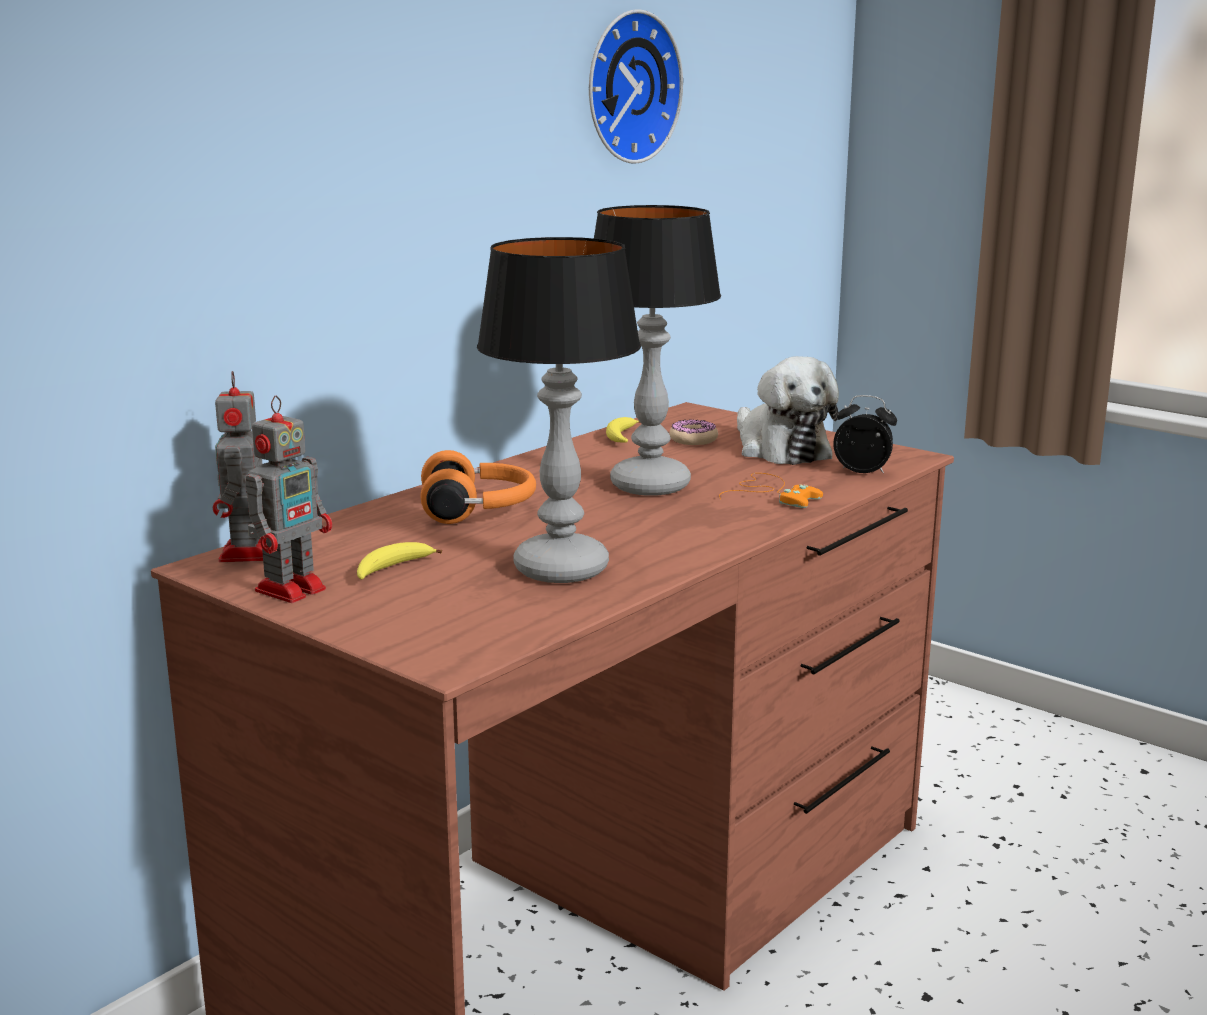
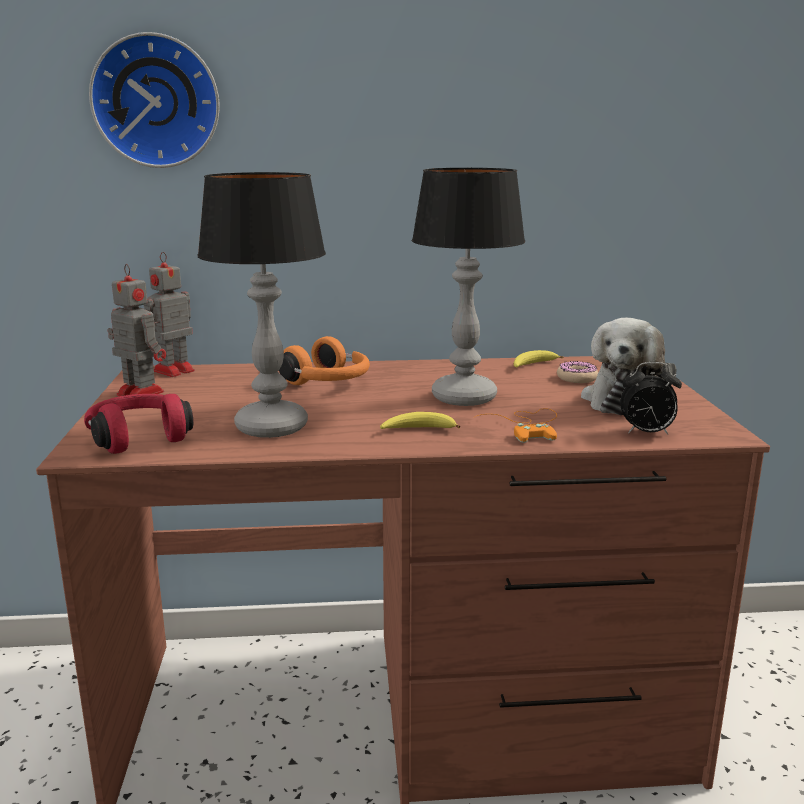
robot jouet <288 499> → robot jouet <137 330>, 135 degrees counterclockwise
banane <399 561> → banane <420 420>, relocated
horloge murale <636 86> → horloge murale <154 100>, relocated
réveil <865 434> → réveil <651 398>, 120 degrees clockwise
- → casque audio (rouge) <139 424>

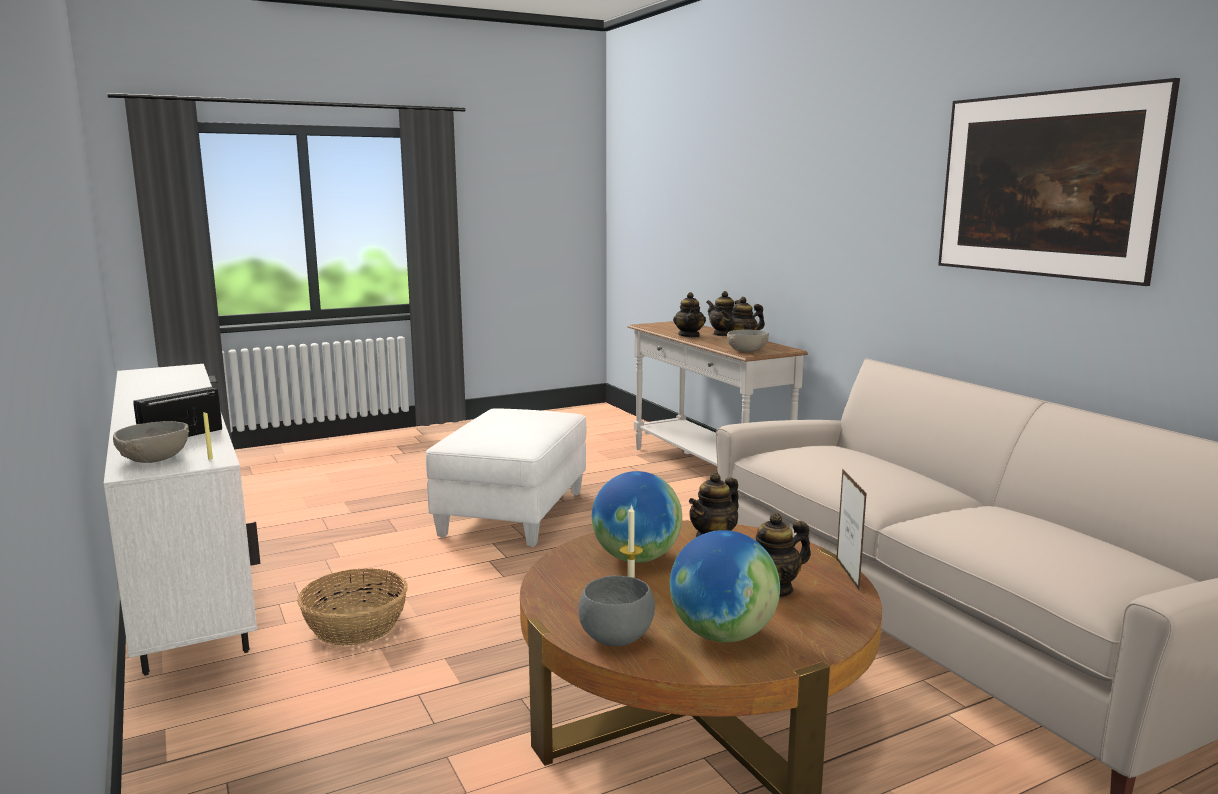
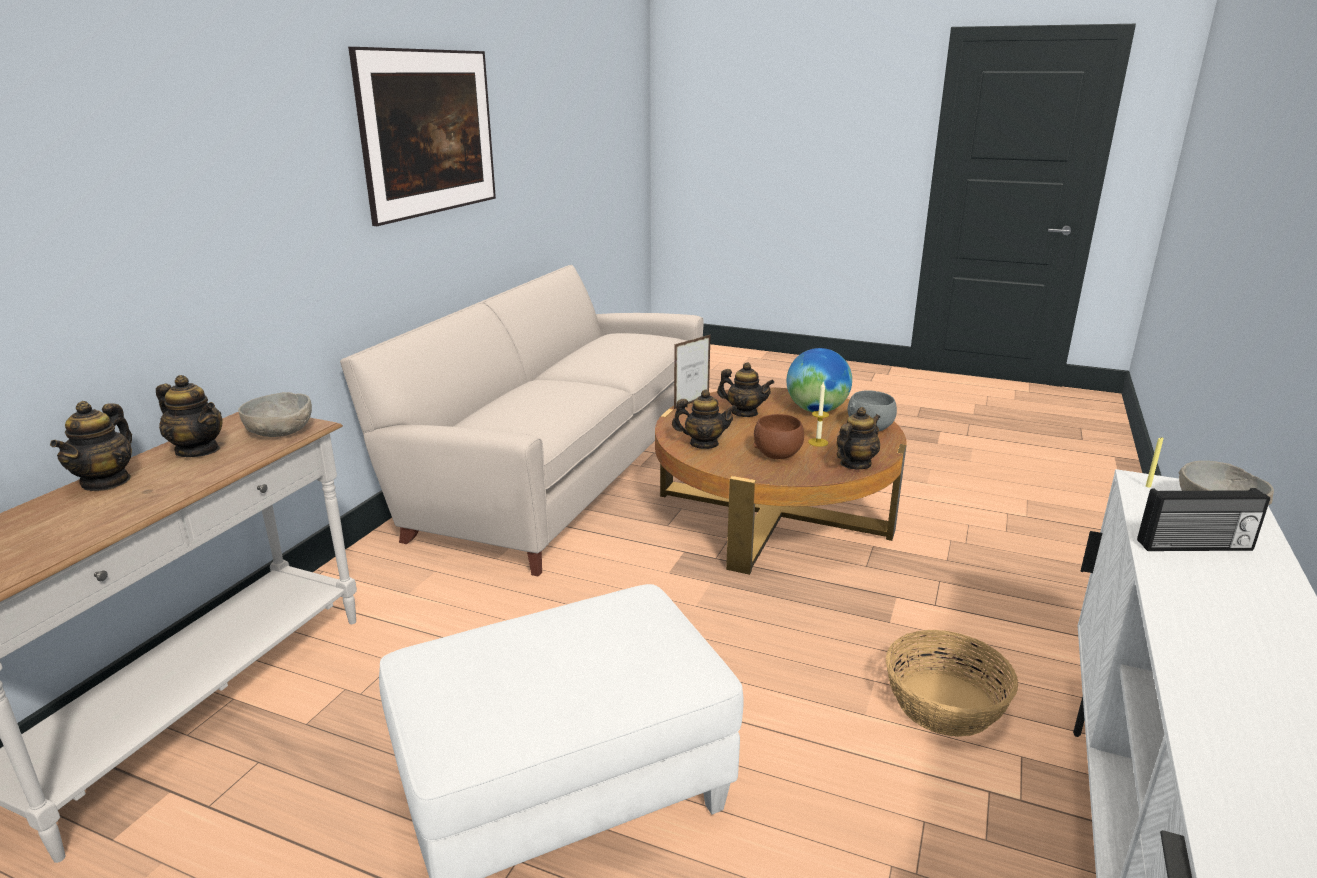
globe <637 517> → bol (marron) <778 436>
théière <689 314> → théière <858 438>, relocated

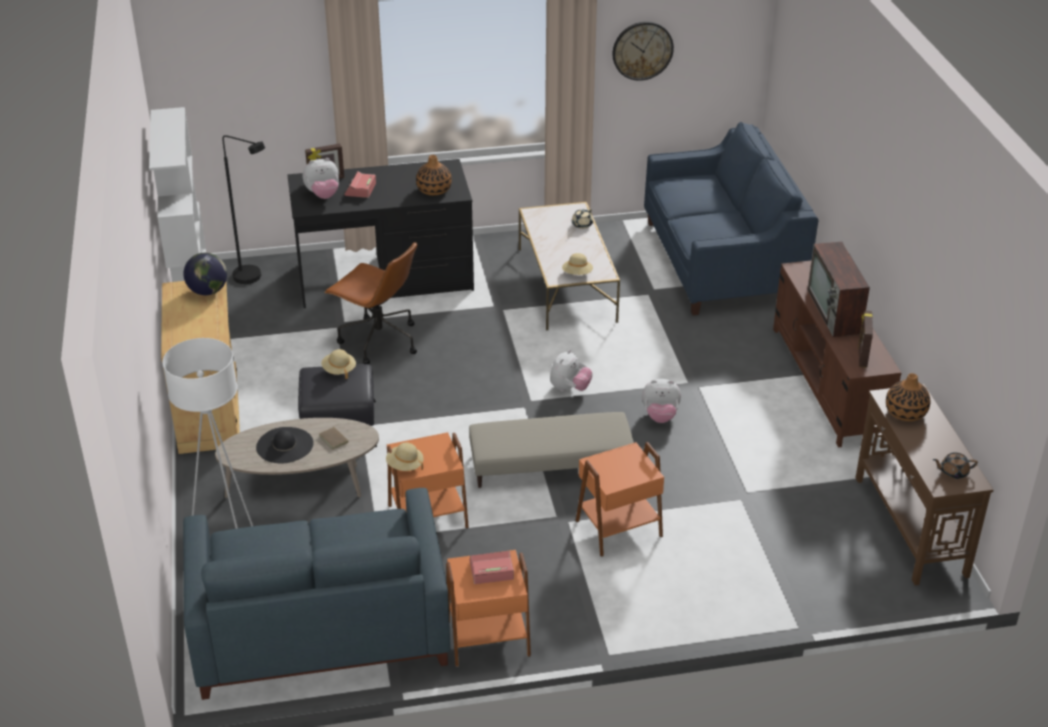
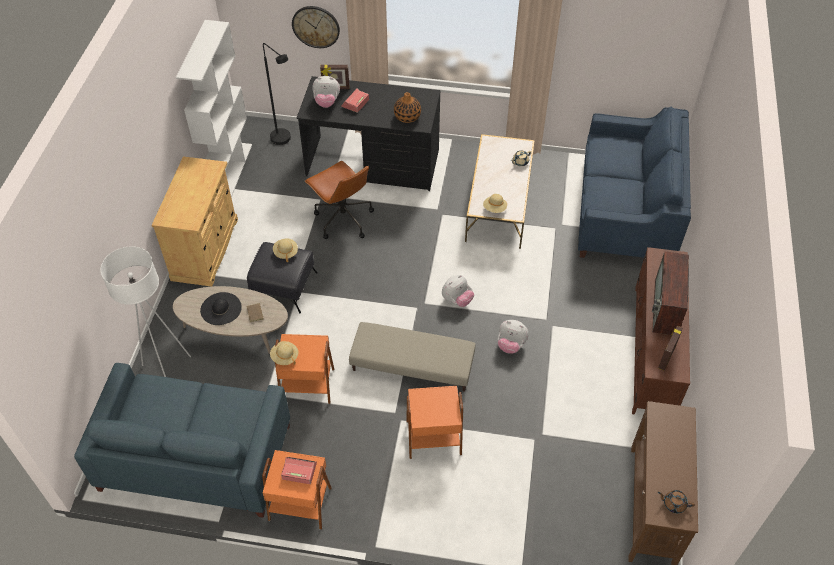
globe <205 274> → -
horloge murale <643 51> → horloge murale <316 27>, relocated
vase <908 397> → -

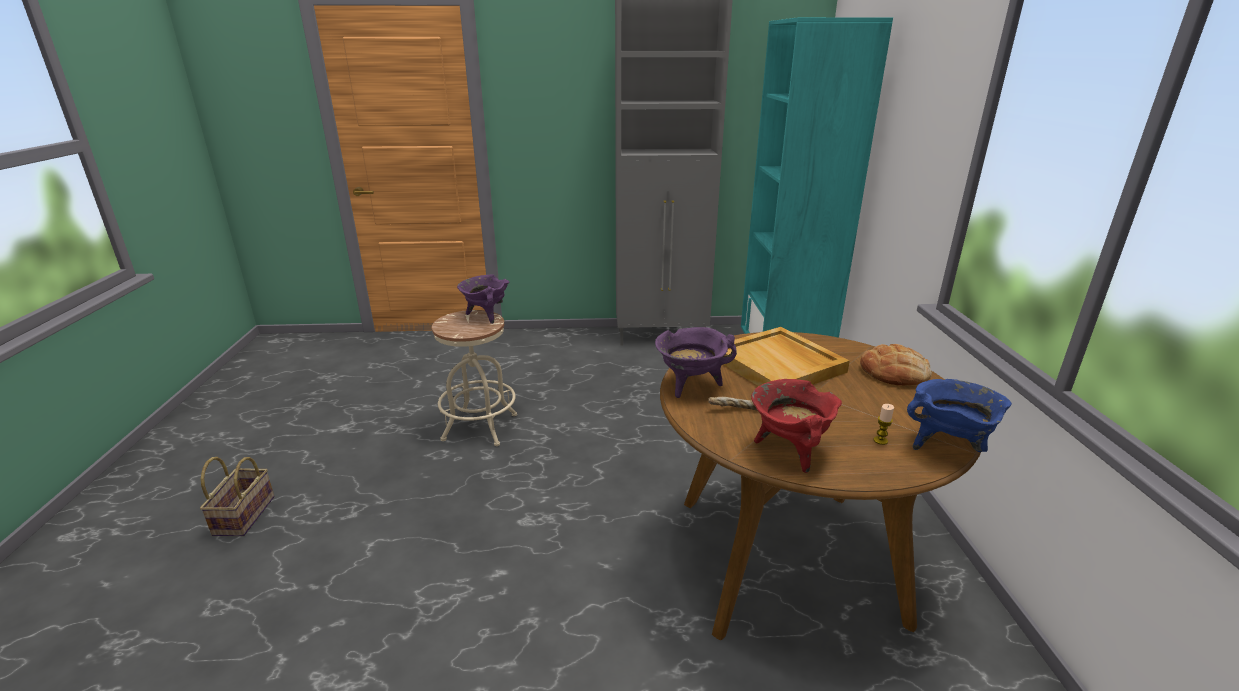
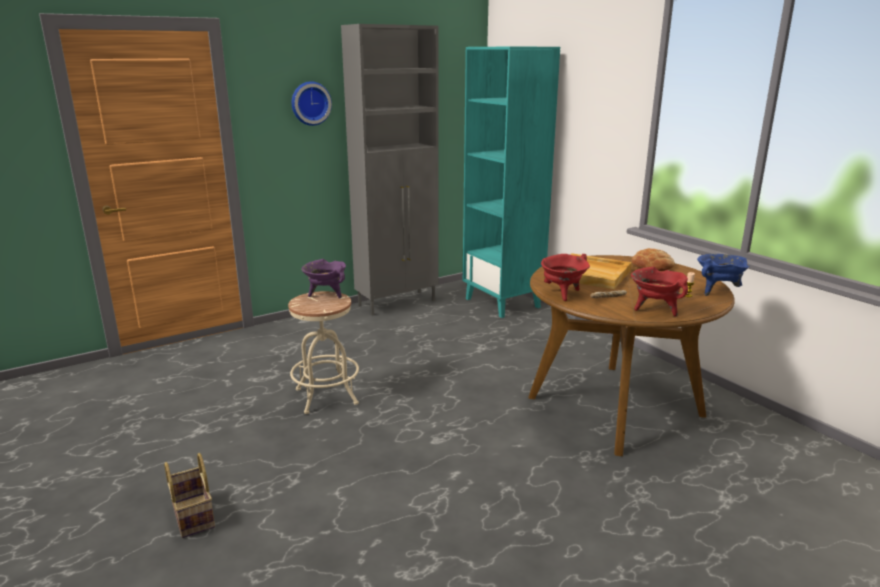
marmite (violet) <696 362> → marmite (rouge) <565 277>
- → horloge murale <312 103>

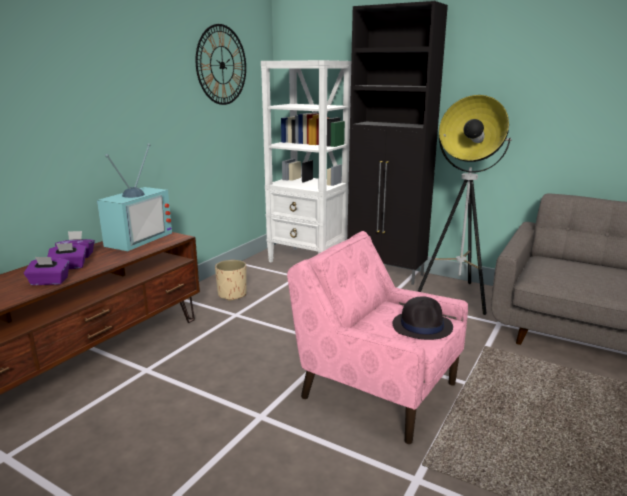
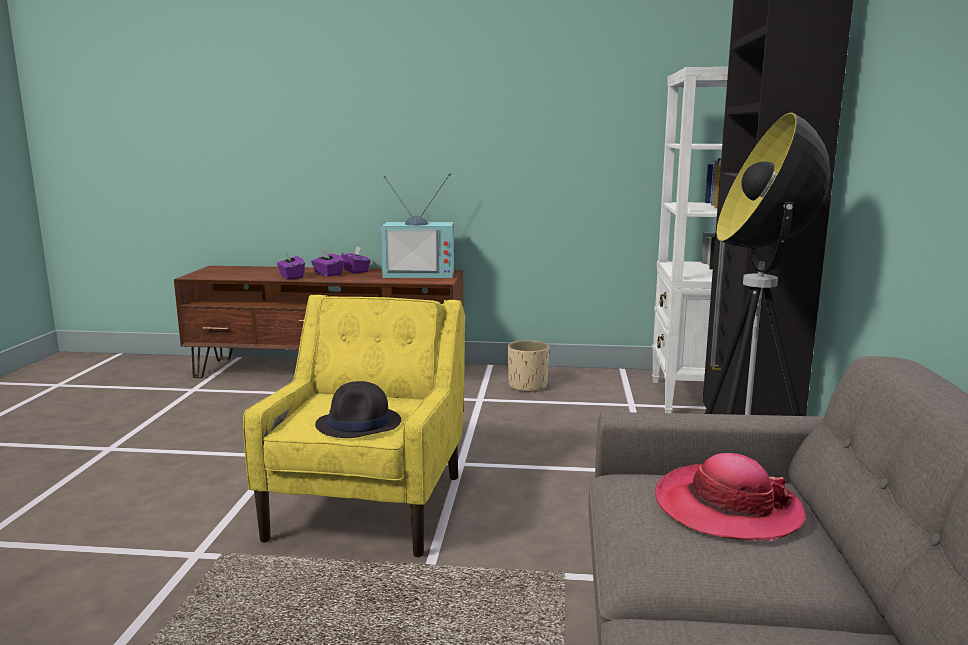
horloge murale <221 64> → -
fauteuil (rose) <377 337> → fauteuil (jaune) <354 426>
- → chapeau <731 497>

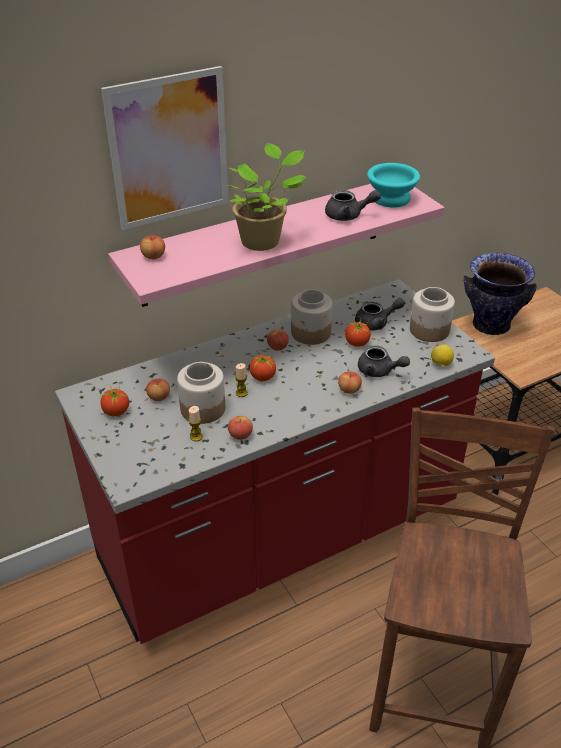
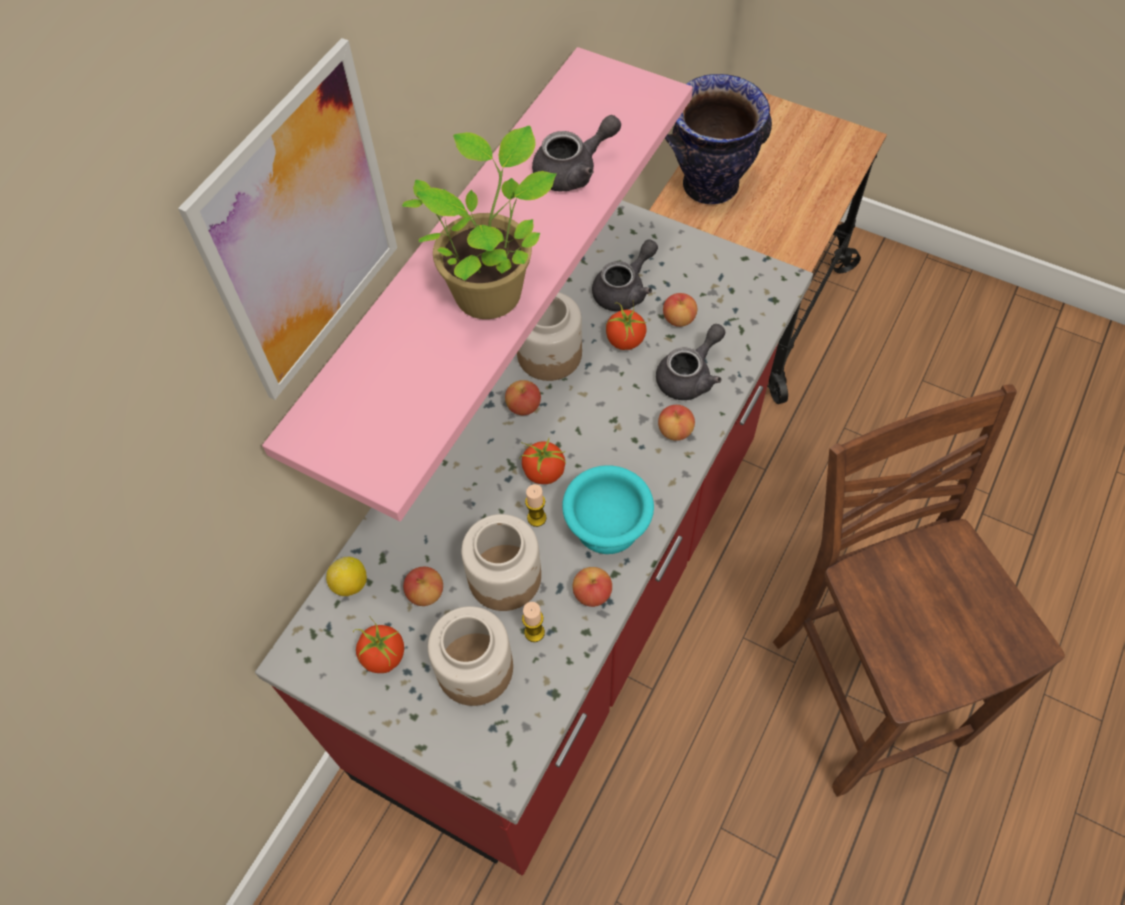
pomme <152 247> → pomme <680 310>, relocated
théière (gris) <384 361> → théière (gris) <690 362>, 45 degrees counterclockwise
bol (turquoise) <393 185> → bol (turquoise) <608 509>, relocated
bocal <432 314> → bocal <470 656>, relocated
citron <442 355> → citron <346 576>, relocated

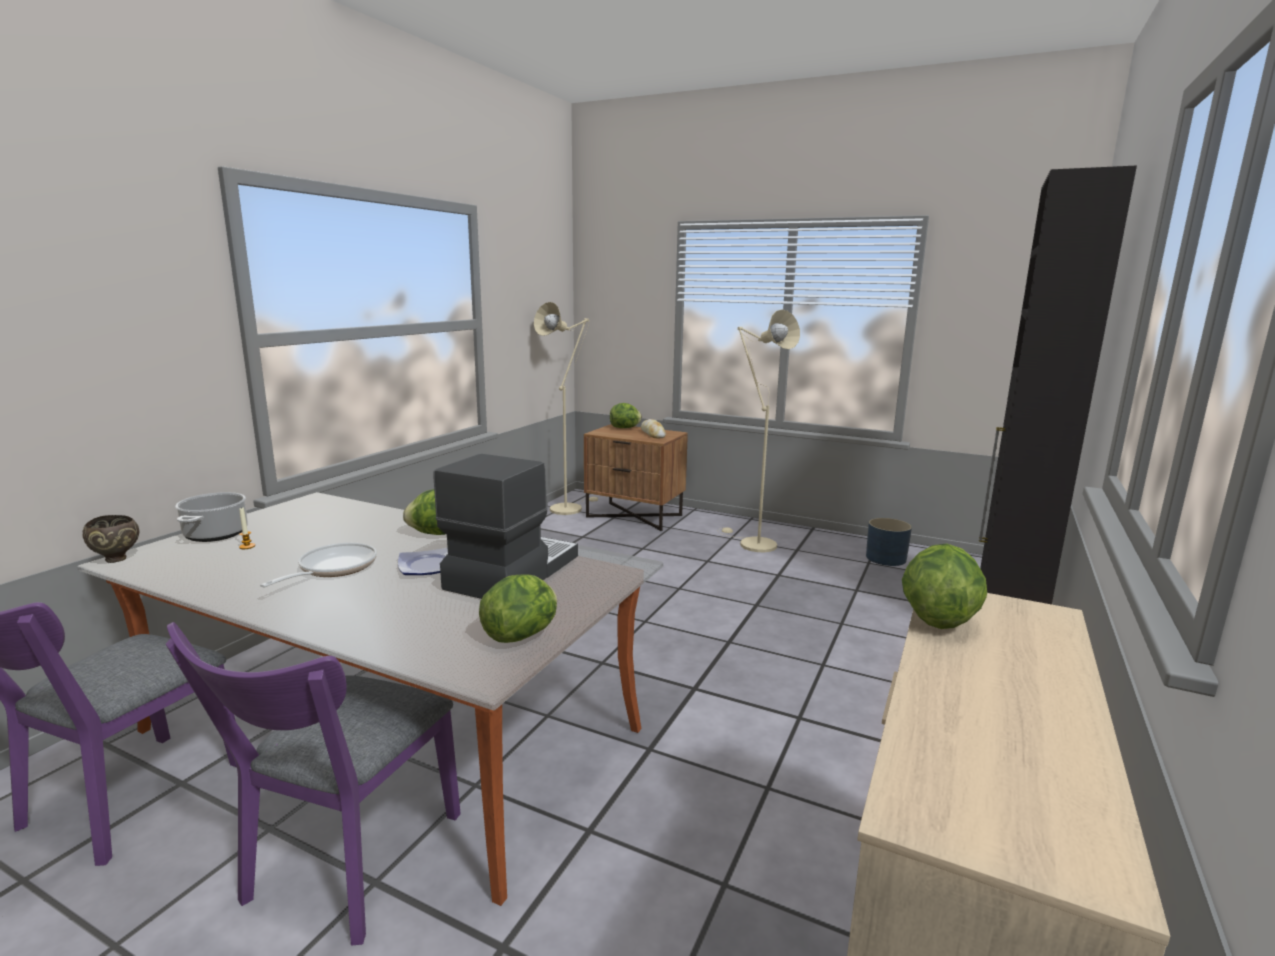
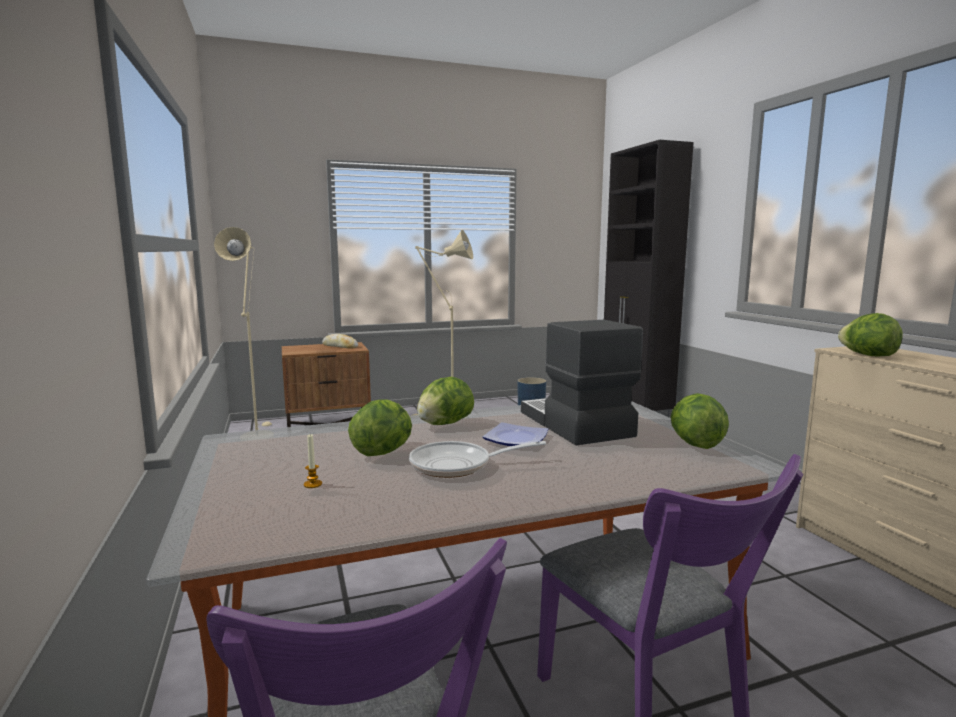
bol (marron) <111 539> → -
marmite <211 517> → -
poêle <318 565> → poêle <477 459>, 75 degrees counterclockwise
laitue <626 415> → laitue <380 427>, relocated

